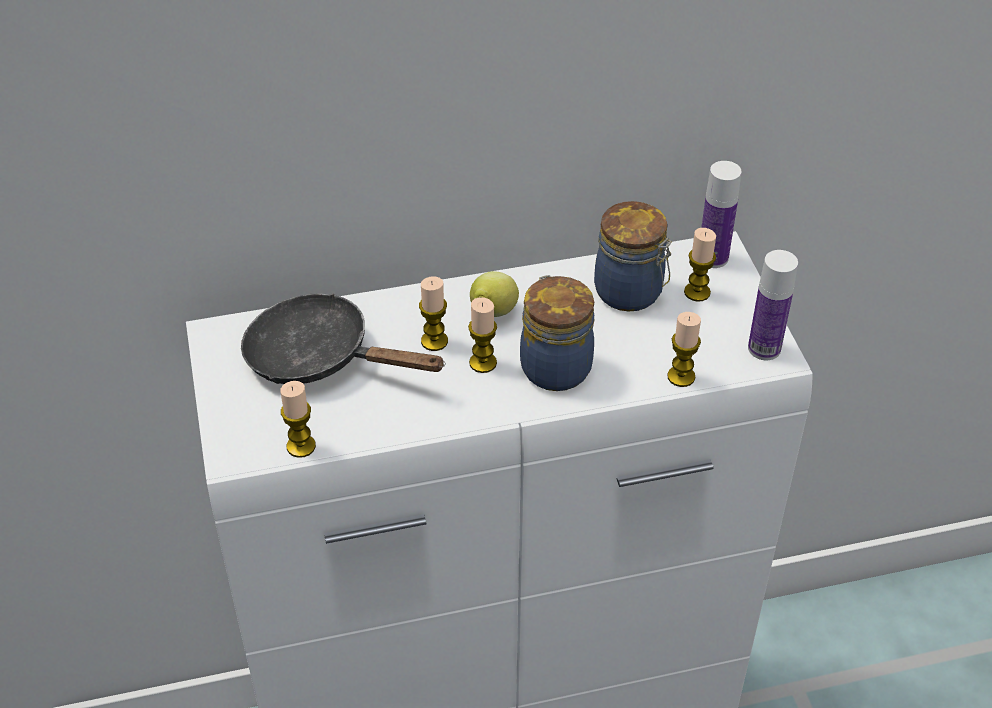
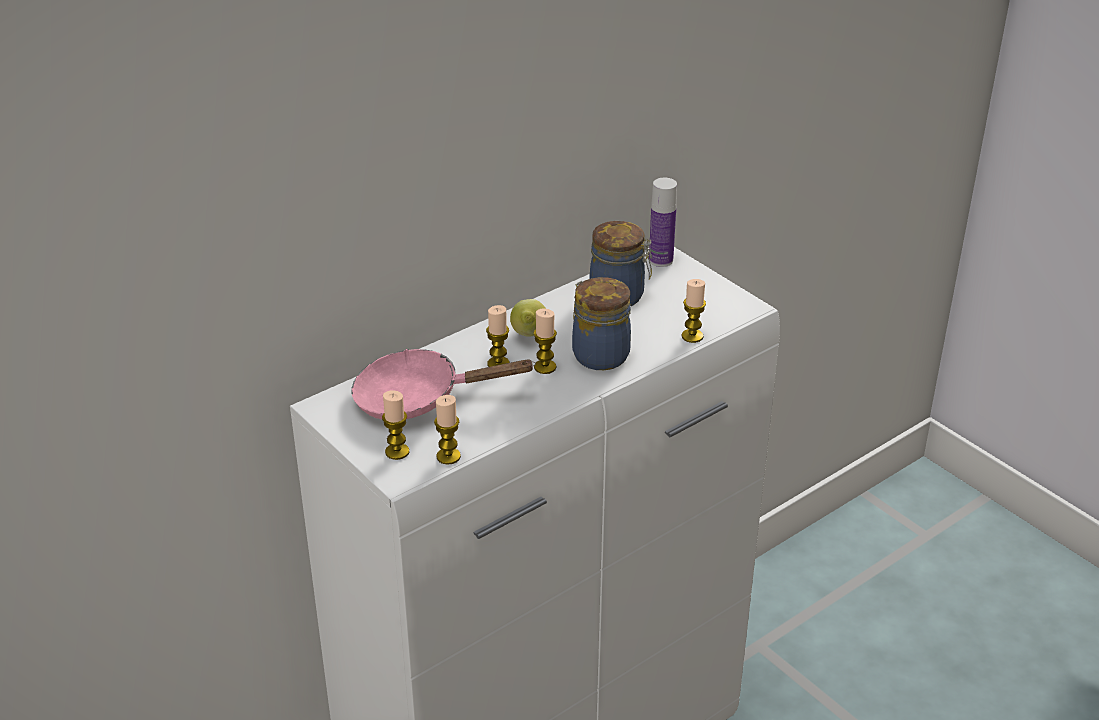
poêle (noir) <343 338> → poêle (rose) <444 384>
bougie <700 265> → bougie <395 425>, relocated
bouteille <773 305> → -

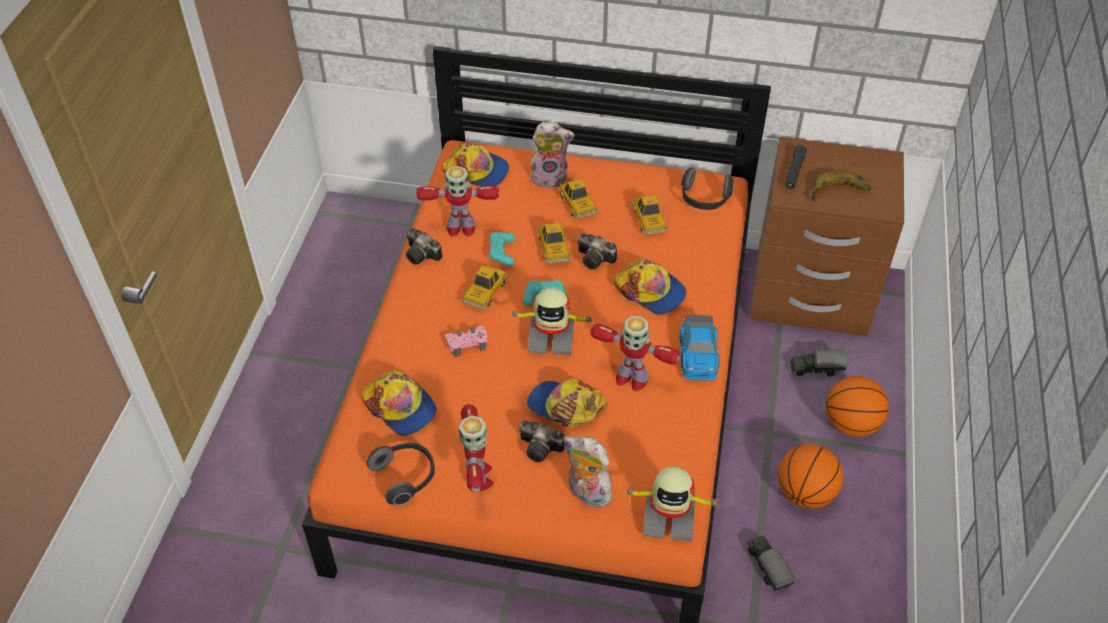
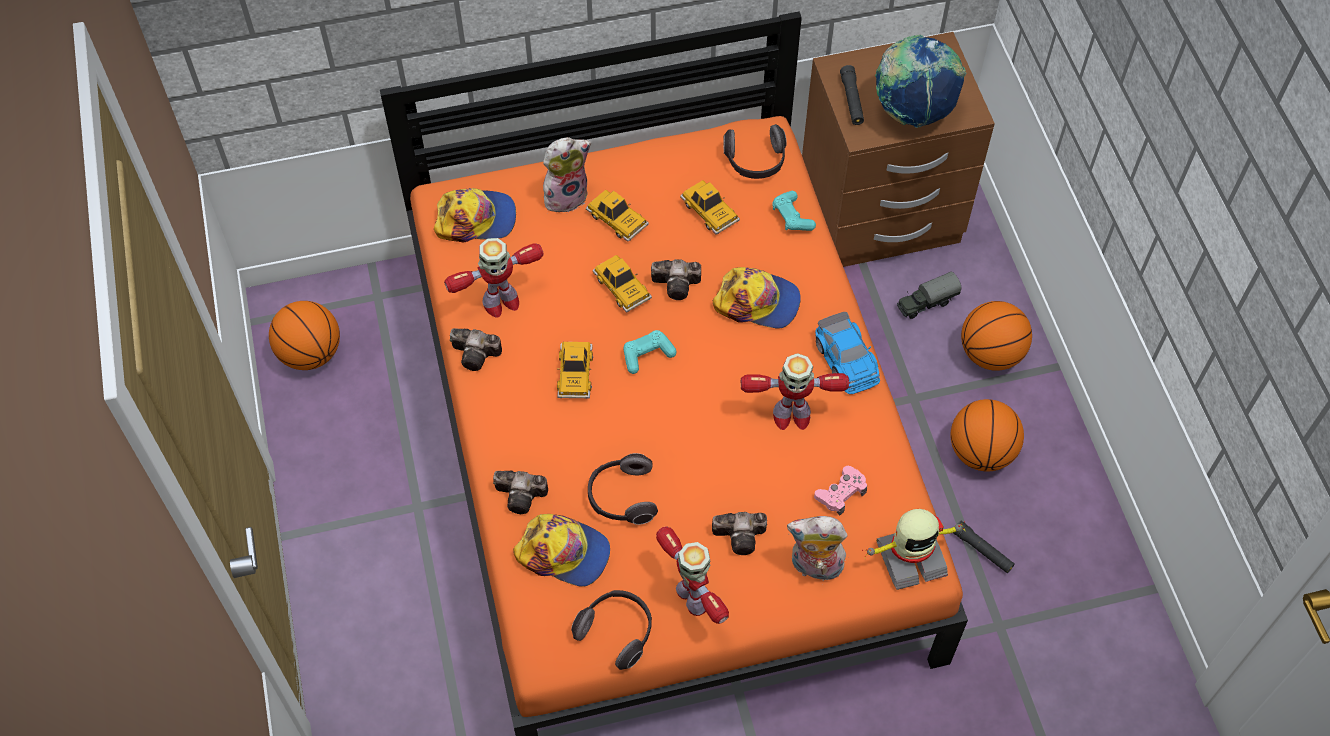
manette (rose) <466 341> → manette (rose) <840 491>, relocated
manette (turquoise) <502 249> → manette (turquoise) <794 211>, relocated
robot jouet <551 322> → -
casquette <567 403> → -
camion jouet <771 563> → lampe de poche (noir) <984 547>
banane <841 185> → globe <920 81>
- → ballon de basket <304 335>
- → appareil photo <520 492>
- → casque audio <623 489>

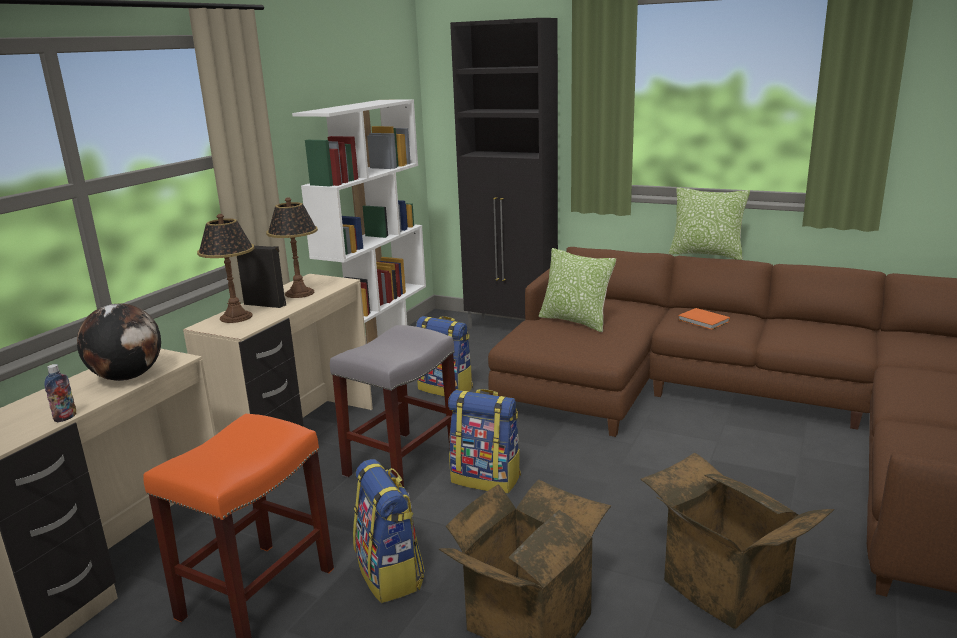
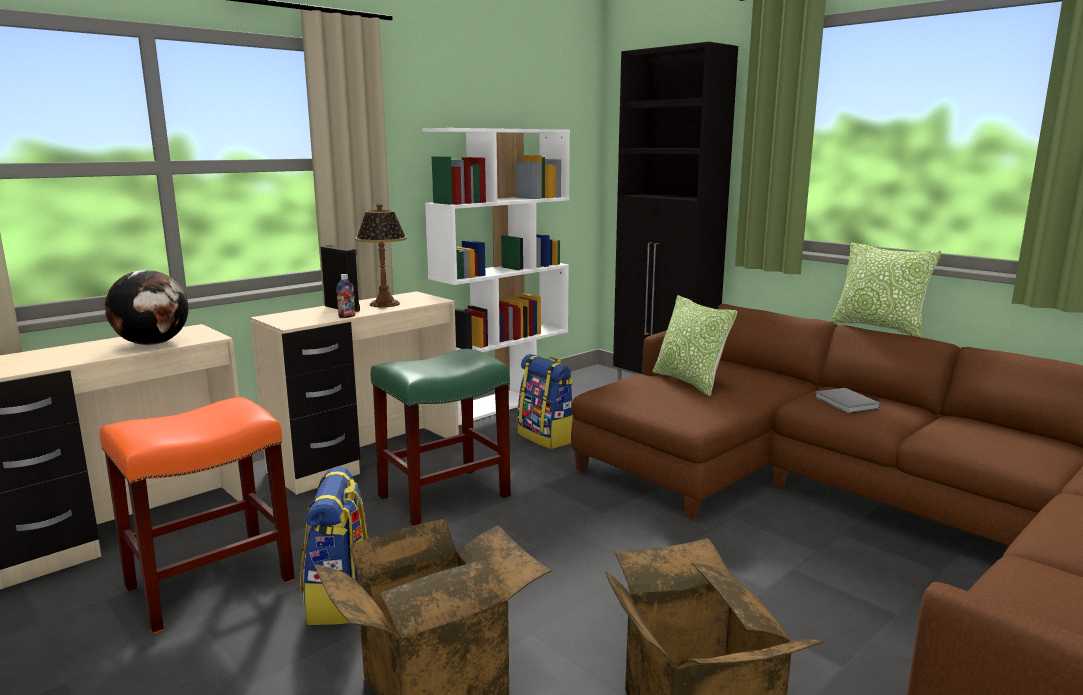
bouteille <60 393> → bouteille <346 296>, relocated
lampe de table <226 268> → -
tabouret (gris) <393 406> → tabouret (vert) <441 437>
sac à dos <484 441> → -
livre (orange) <704 319> → livre (gris) <847 400>

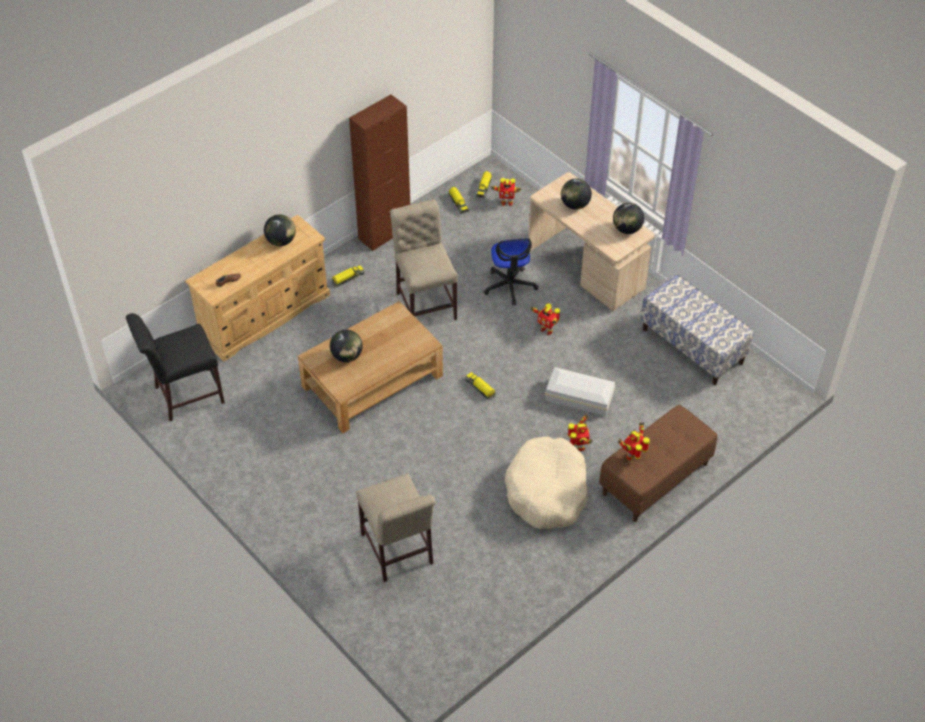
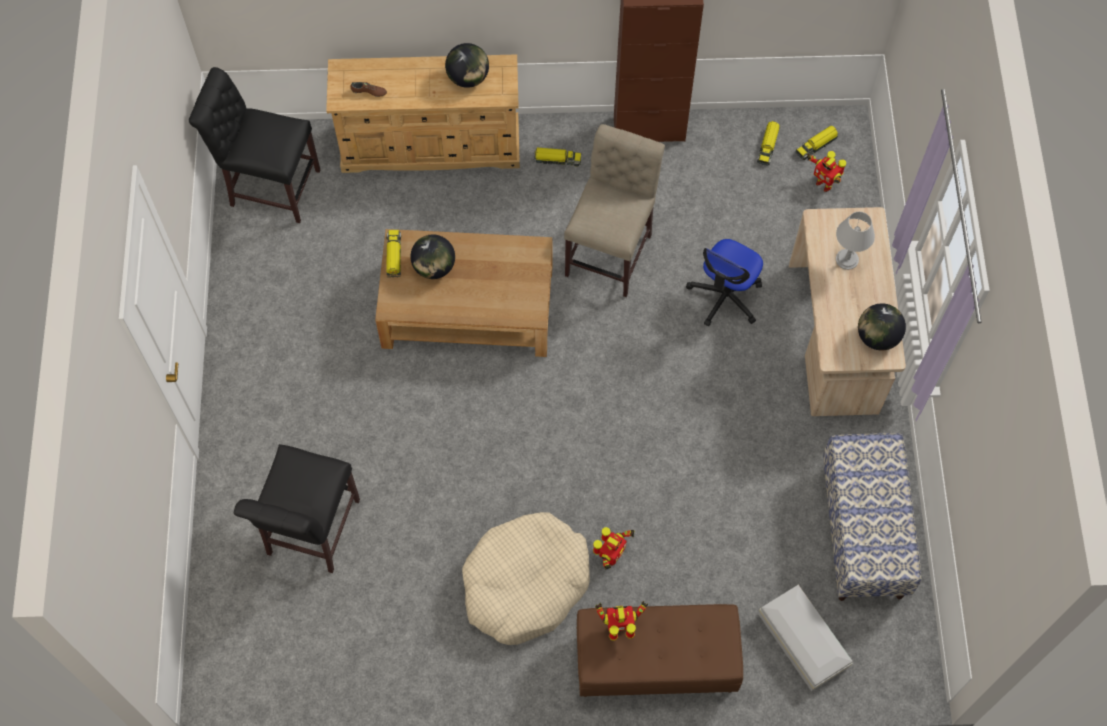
chaise (beige) <396 527> → chaise (noir) <297 508>
camion jouet <480 386> → camion jouet <393 253>, relocated
robot jouet <545 319> → -
boîte de rangement (blanc) <580 391> → boîte de rangement (blanc) <806 638>, relocated
globe <576 194> → lampe de table (gris) <855 241>

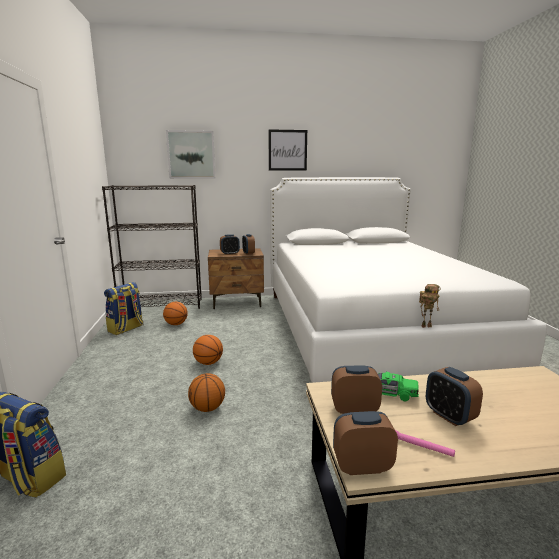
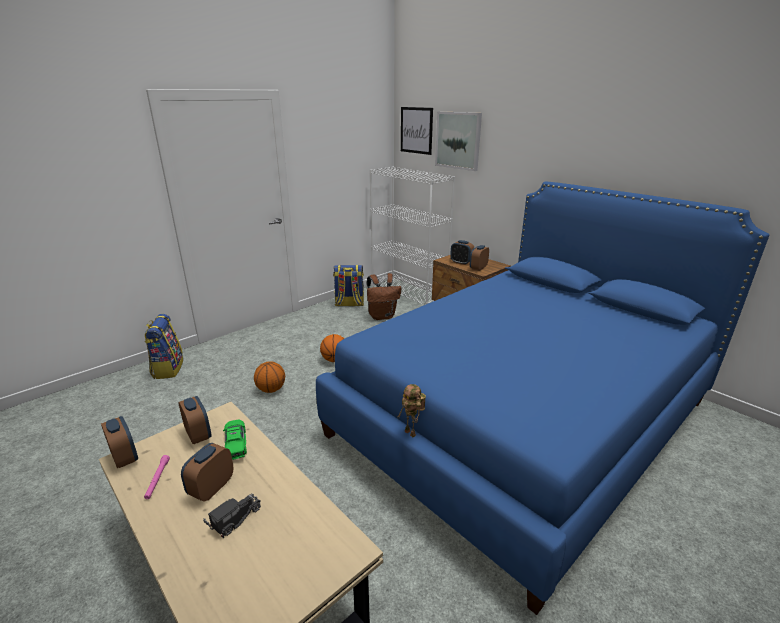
bibliothèque (noir) <152 247> → bibliothèque (blanc) <412 235>
ballon de basket <175 313> → sac à dos (marron) <384 296>
tableau <288 150> → tableau <417 131>, relocated
lit (blanc) <408 280> → lit (bleu) <543 398>
- → camion jouet <232 515>

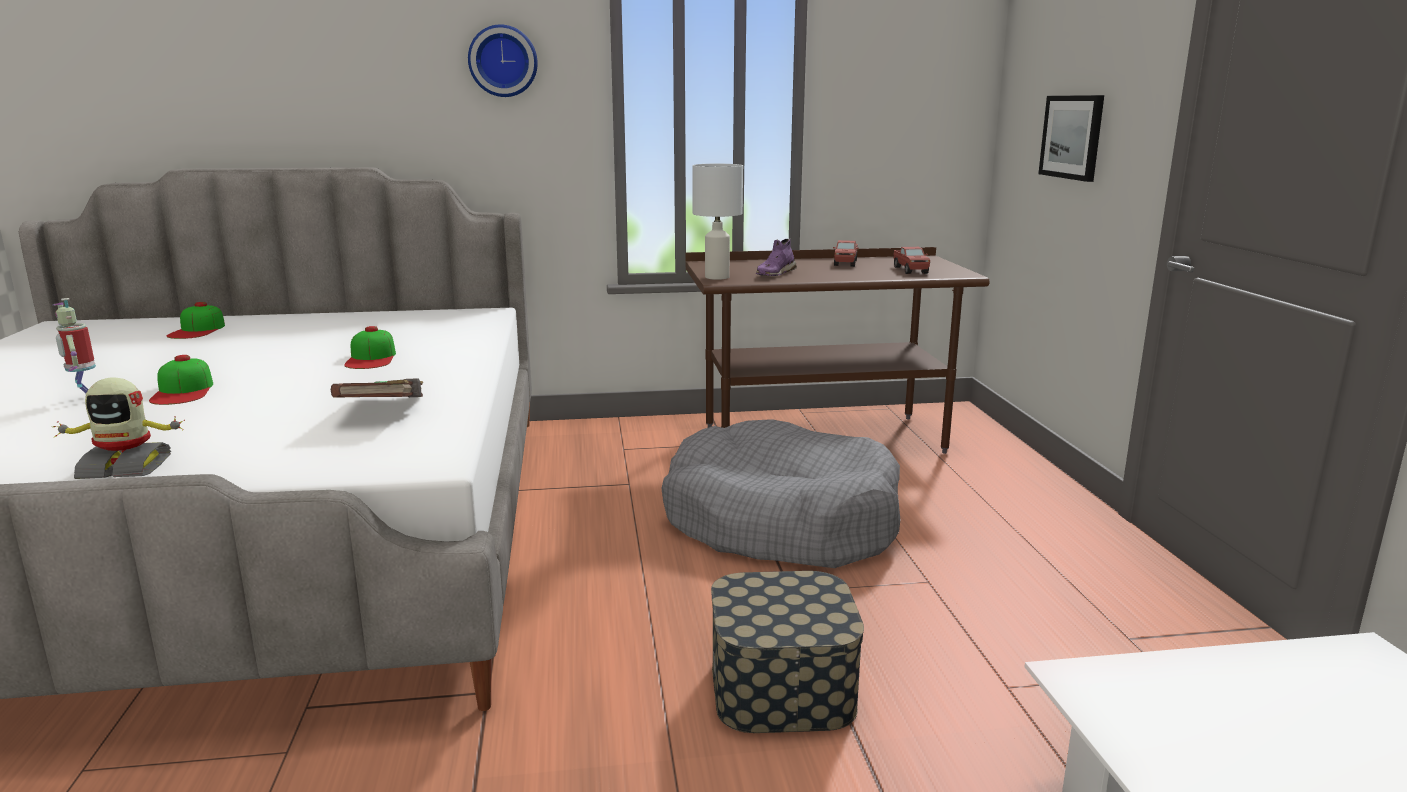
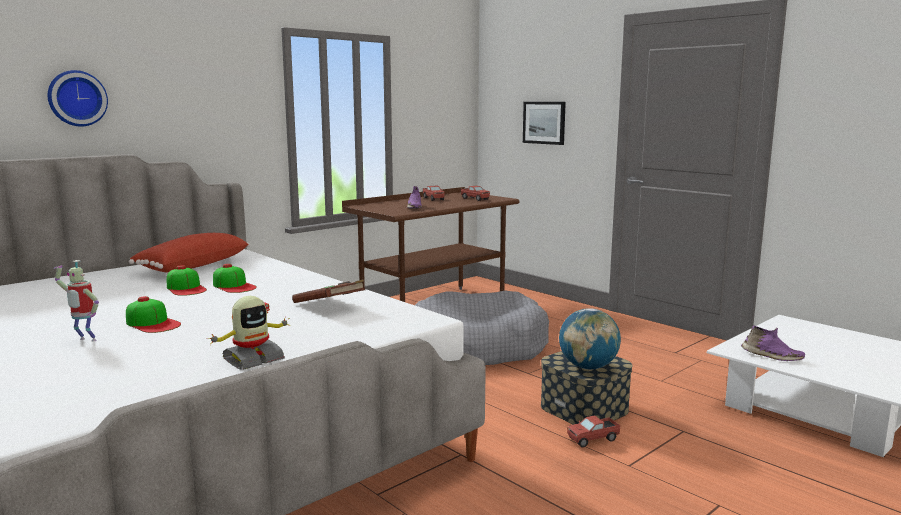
casquette <196 320> → casquette <187 280>, relocated
horloge murale <503 60> → horloge murale <78 98>, relocated
lampe de table (blanc) <717 222> → -
- → coussin (rouge) <189 253>
- → globe <590 339>
- → camion jouet <593 431>
- → chaussure (violet) <773 343>

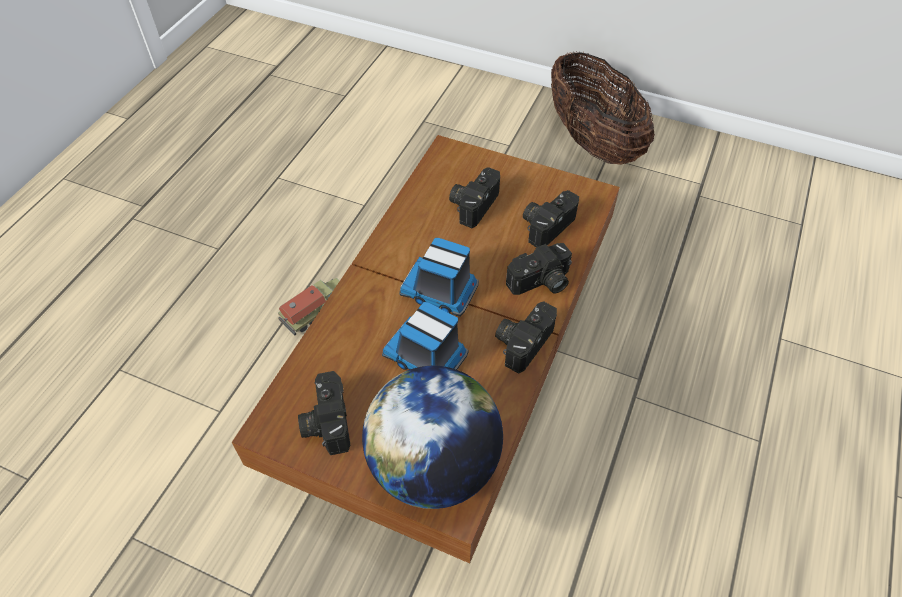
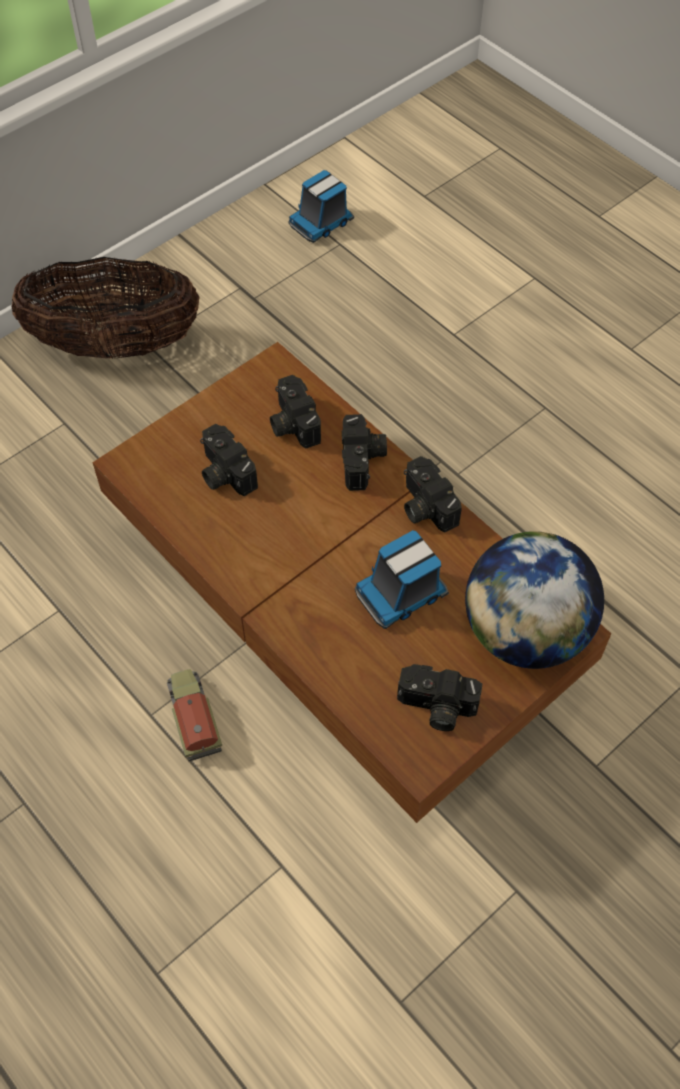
camion jouet <439 277> → camion jouet <321 206>, relocated

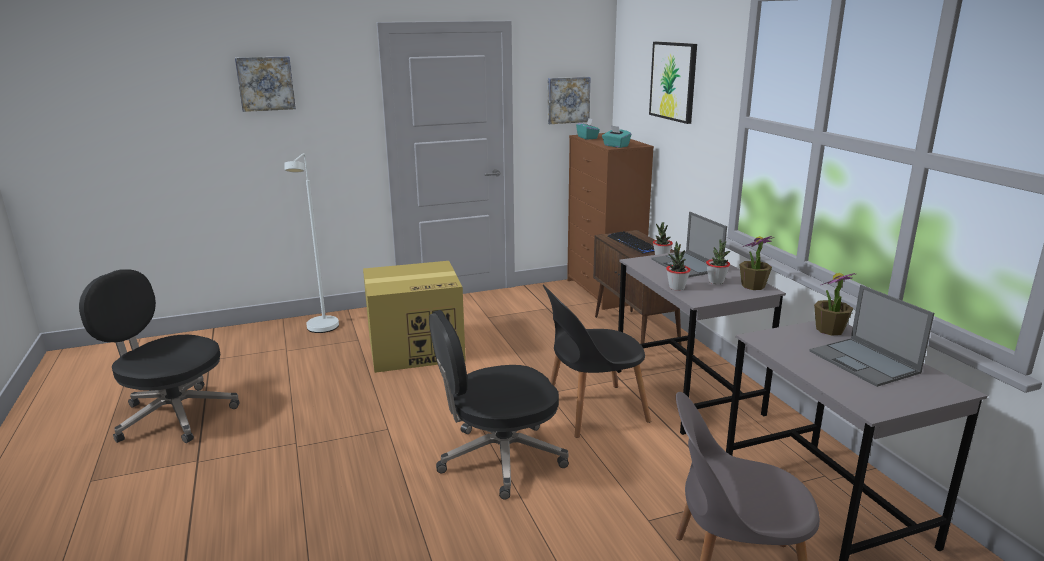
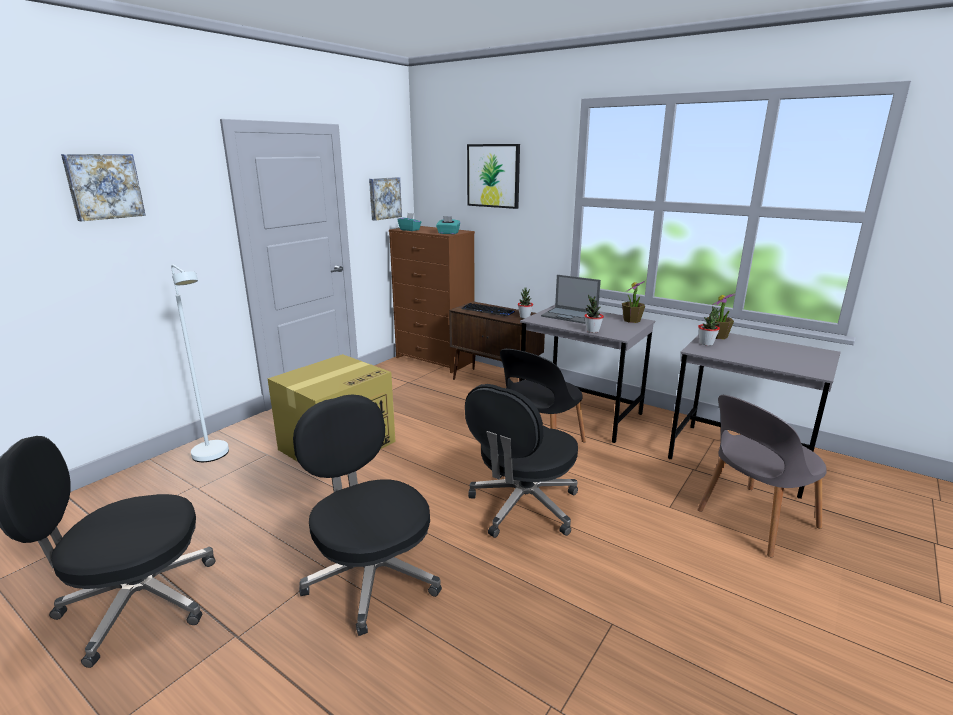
plante en pot <718 262> → plante en pot <709 326>, relocated
ordinateur portable <872 336> → -
- → chaise de bureau (noir) <367 515>

